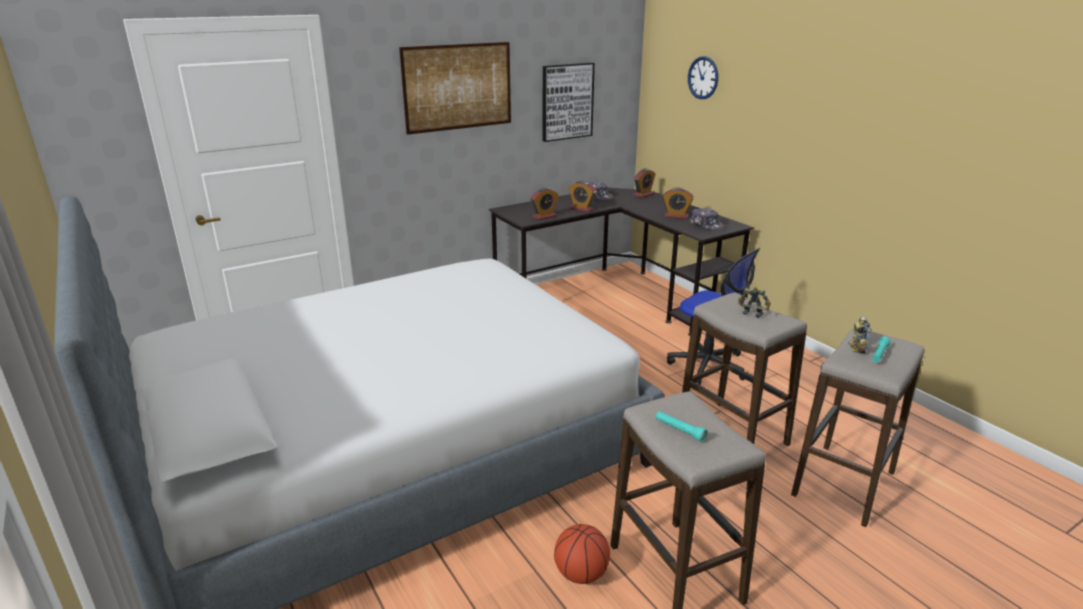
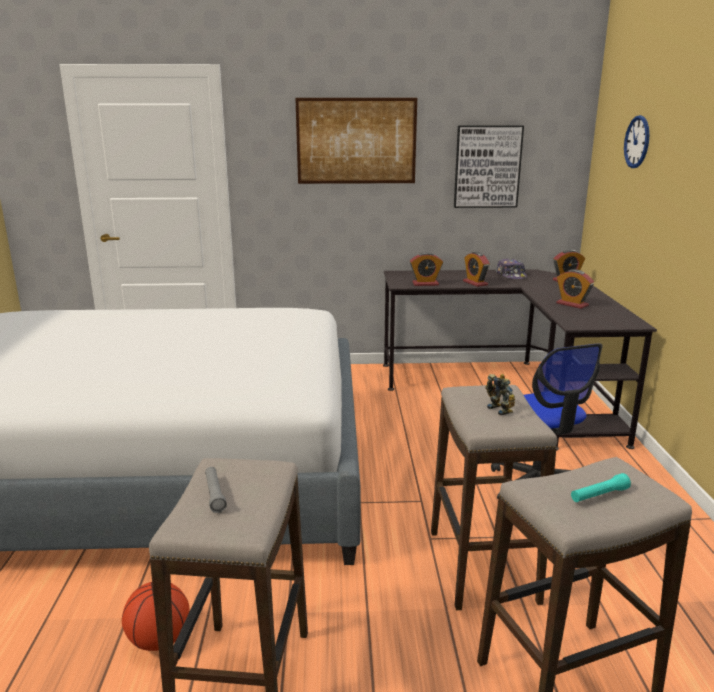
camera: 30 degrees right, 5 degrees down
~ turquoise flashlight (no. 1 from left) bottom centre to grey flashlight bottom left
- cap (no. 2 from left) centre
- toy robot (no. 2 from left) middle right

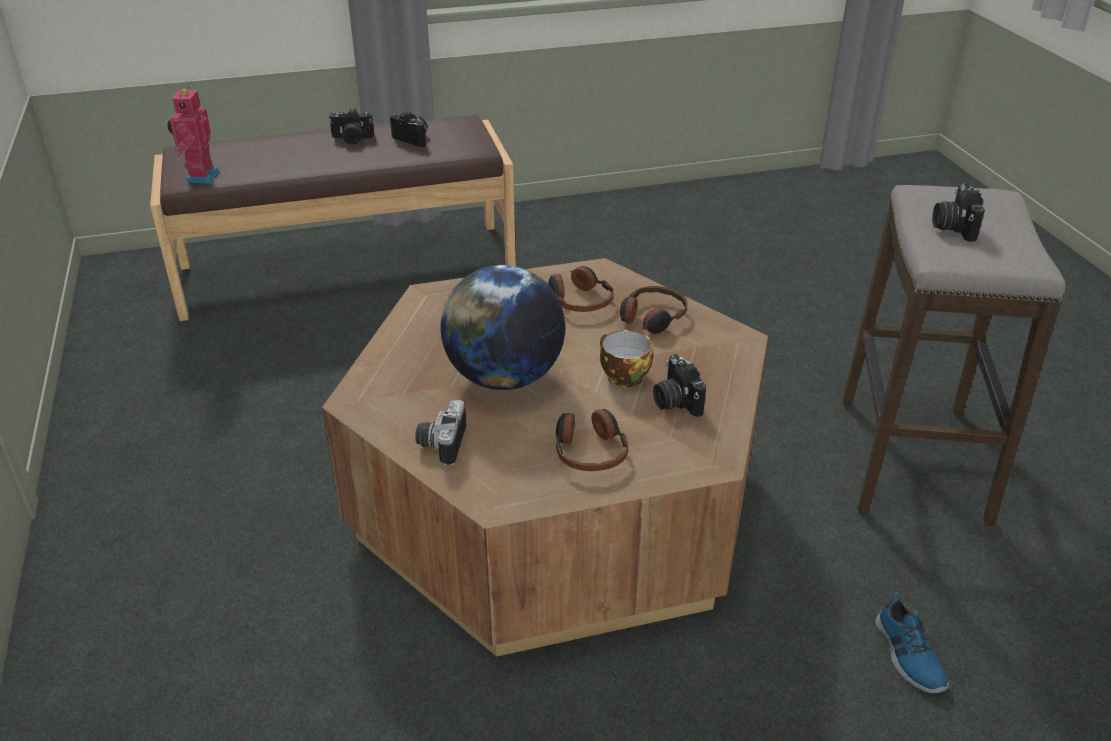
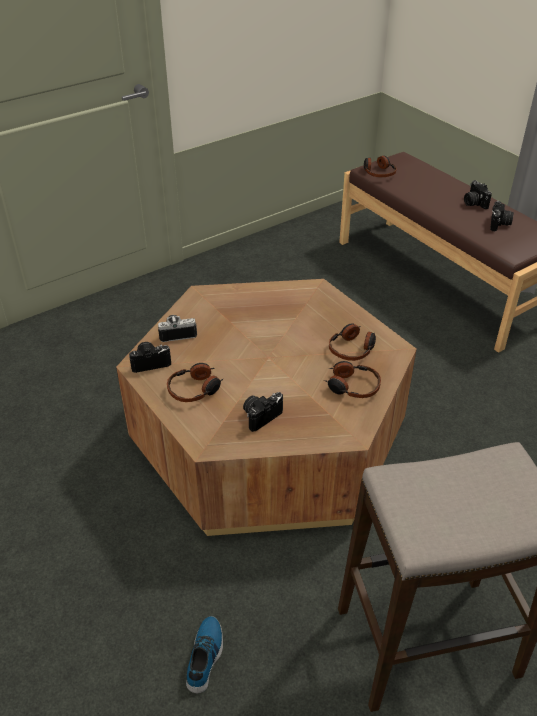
camera: 70 degrees right, 5 degrees up
~ toy robot top left to headphones (no. 4 from left) top right
- globe centre
- cup centre
~ shoe bottom right = bottom centre 135 degrees clockwise
~ photo camera (no. 5 from left in the first image) top right to photo camera (no. 1 from left) middle left

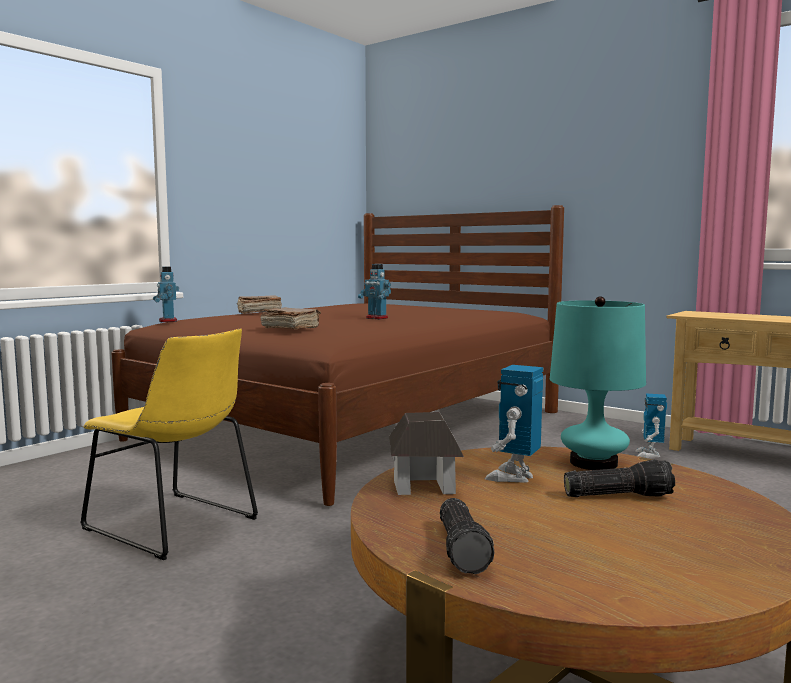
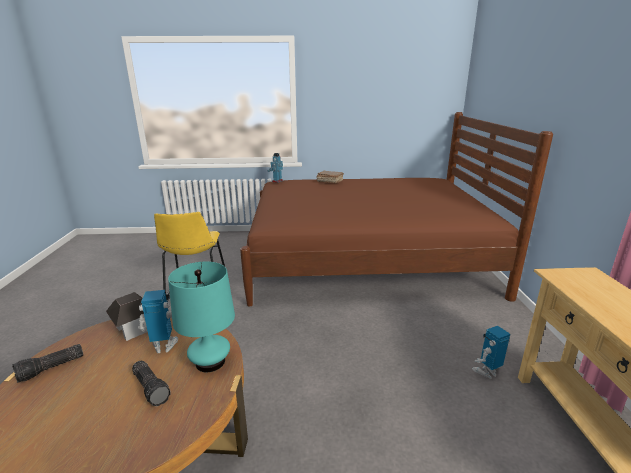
camera: 50 degrees right, 15 degrees up
- brown book (no. 2 from left) centre
- toy robot (no. 2 from left) centre

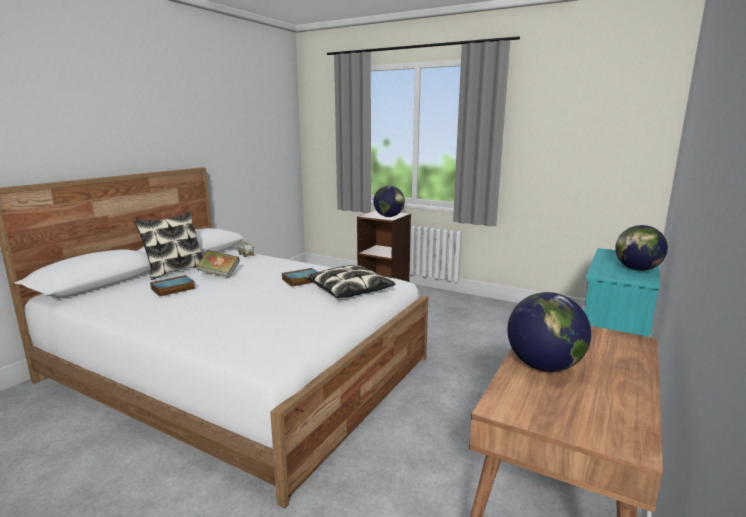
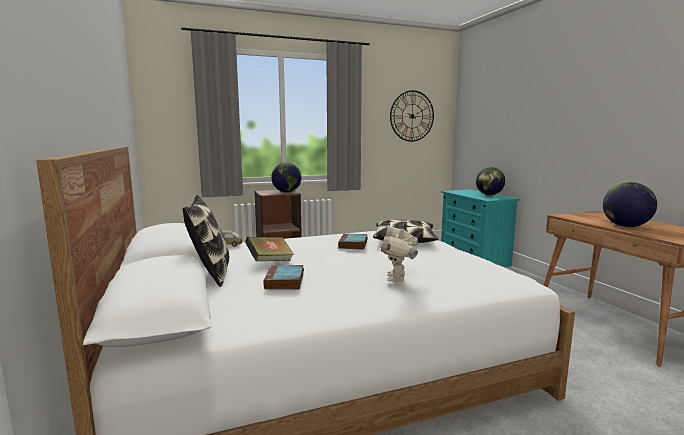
camera: 50 degrees left, 5 degrees down
+ toy robot centre
+ wall clock top centre

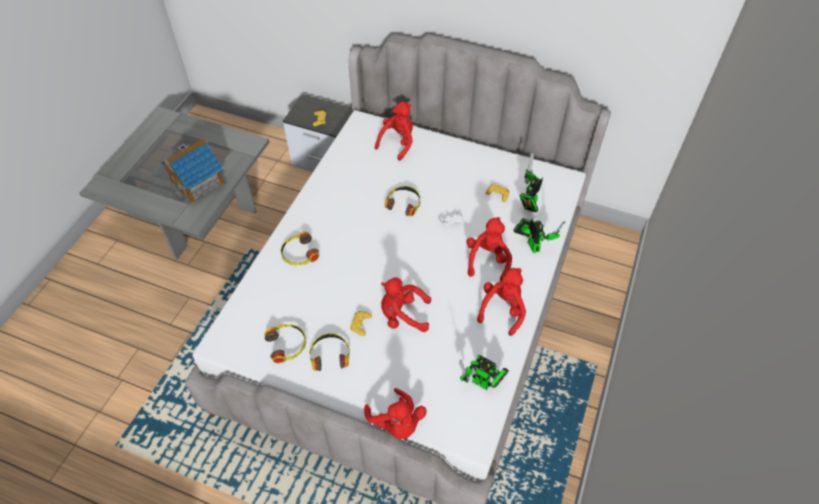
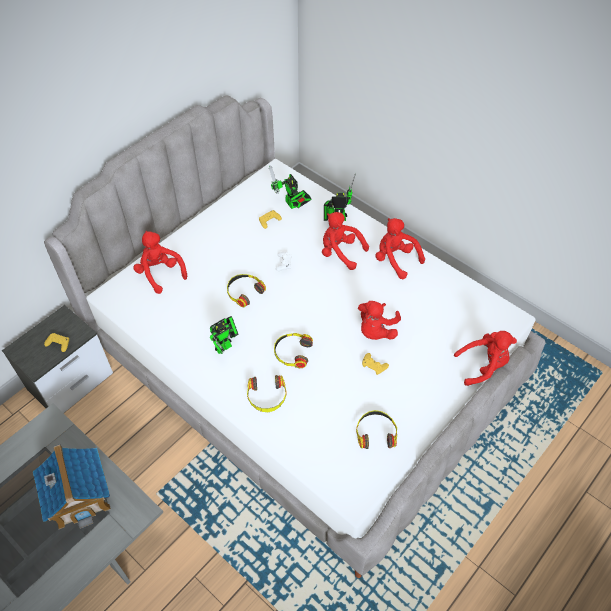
camera: 70 degrees left, 0 degrees up
~ headphones (no. 3 from left) bottom centre to centre
~ toy robot (no. 1 from left) bottom centre to centre

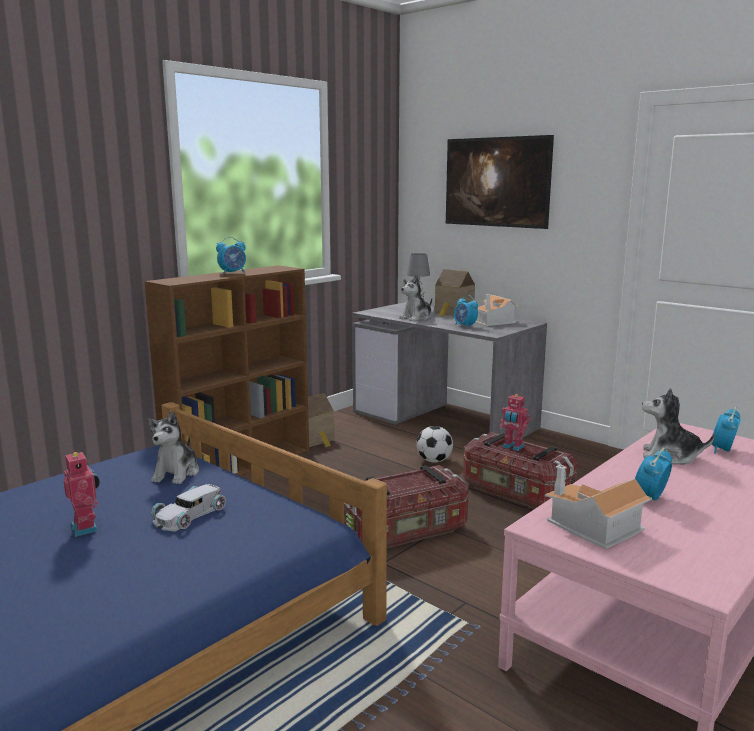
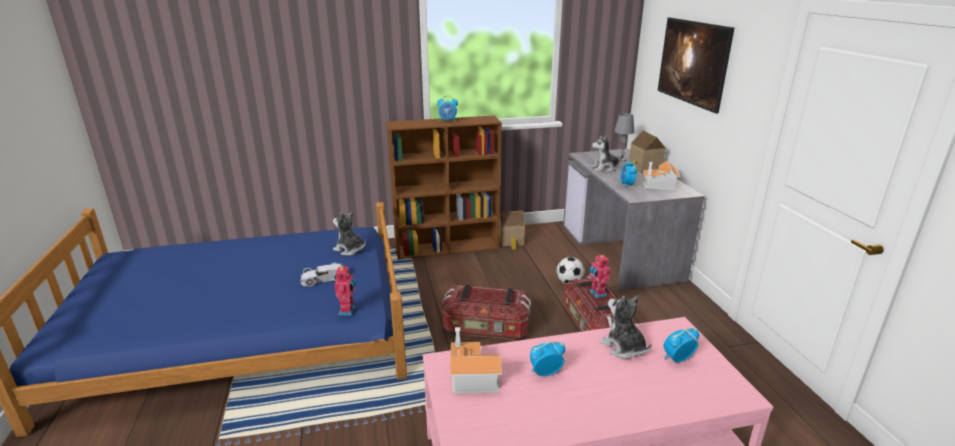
camera: 35 degrees right, 10 degrees up
~ toy robot (no. 1 from left) bottom left to centre
~ plush toy (no. 1 from left) middle left = centre 75 degrees clockwise

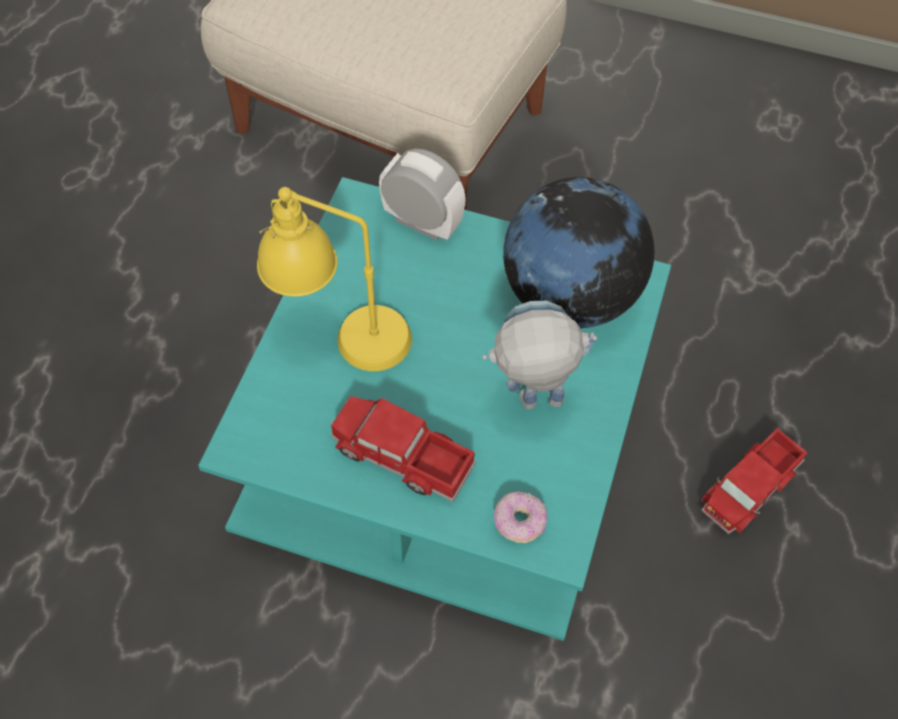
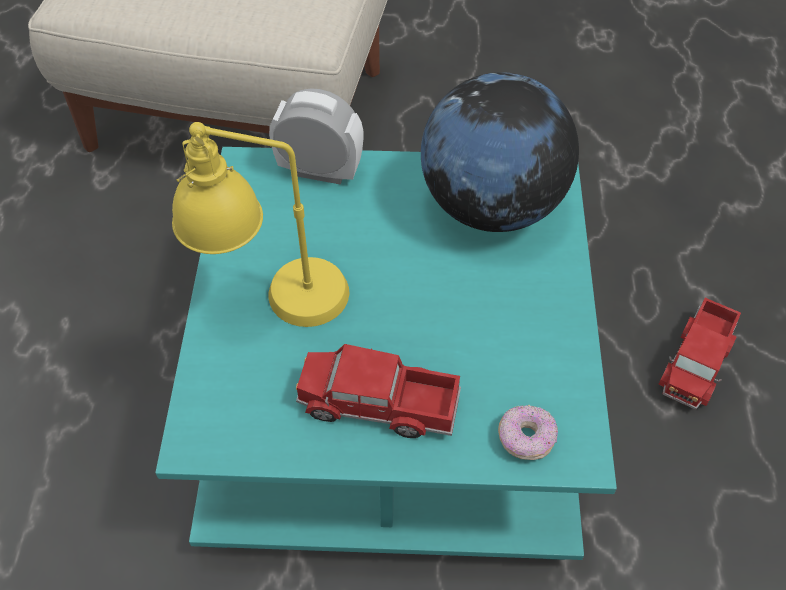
camera: 15 degrees left, 5 degrees down
- toy robot centre

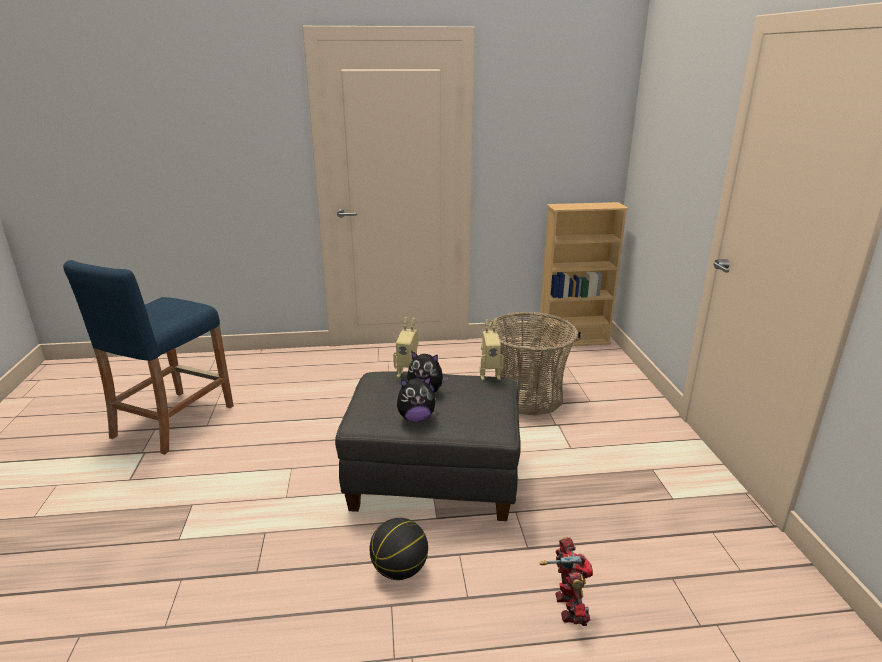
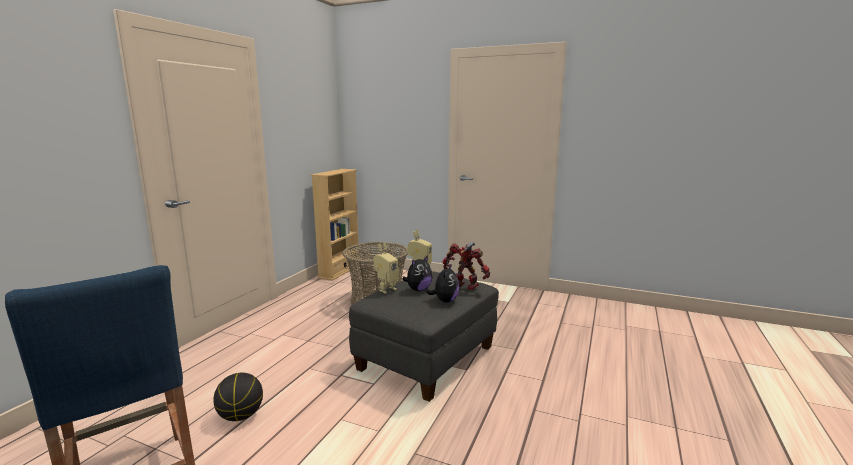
camera: 60 degrees left, 10 degrees down
~ basketball bottom centre to bottom left
~ toy robot (no. 3 from left) bottom centre to centre

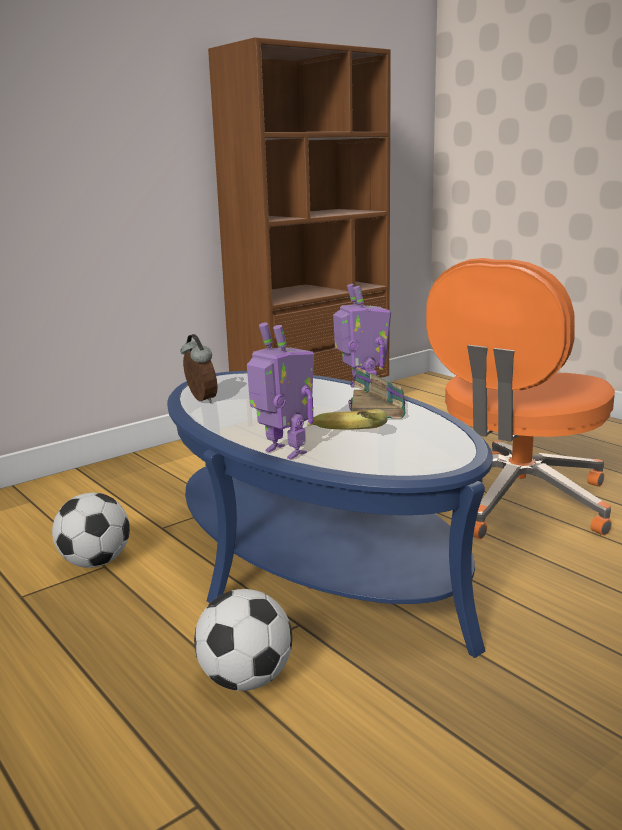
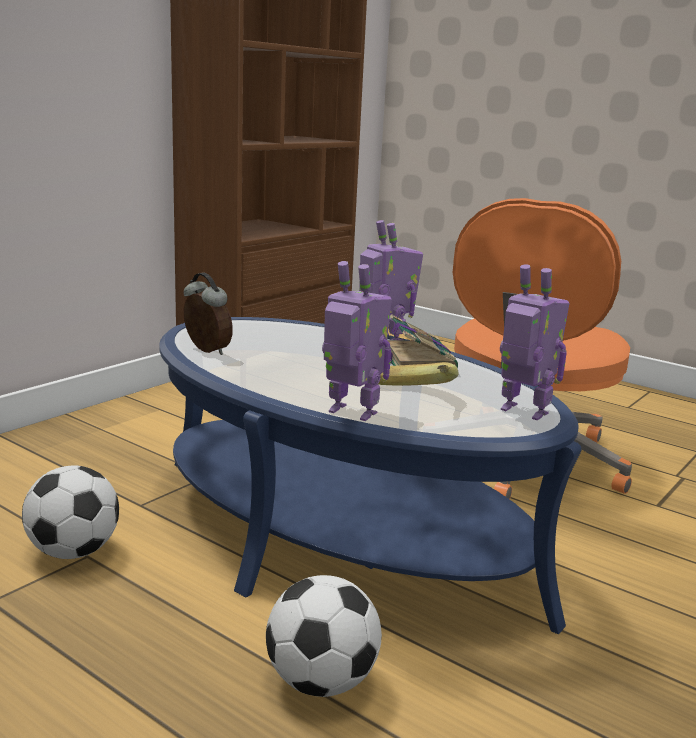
camera: 15 degrees left, 0 degrees up
+ toy robot (no. 3 from left) middle right

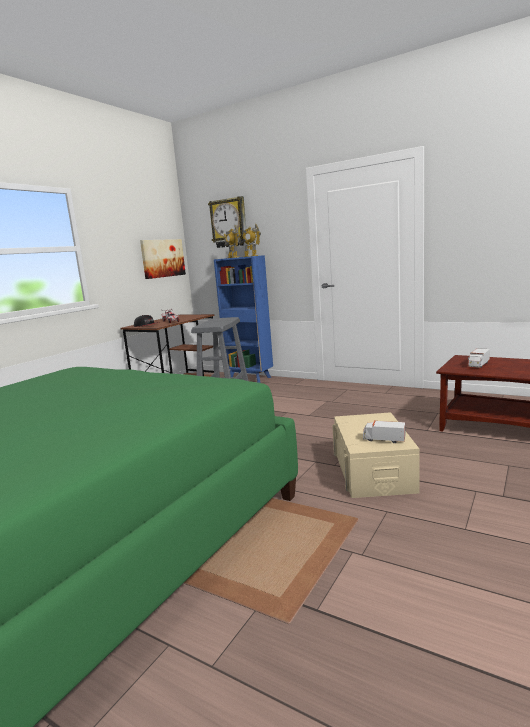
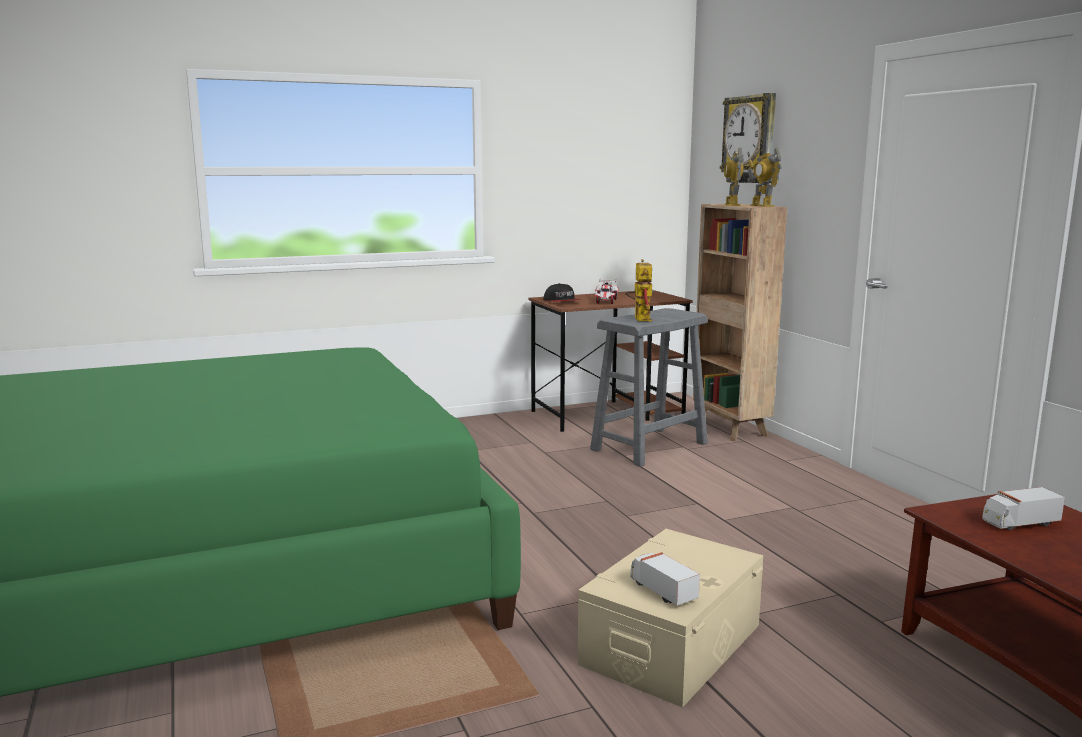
camera: 35 degrees right, 0 degrees up
- picture middle left
~ blue bookcase centre to brown bookcase middle right
+ toy robot (no. 1 from left) centre

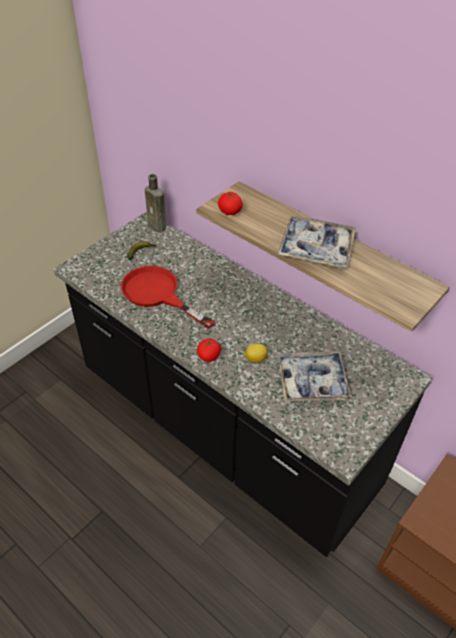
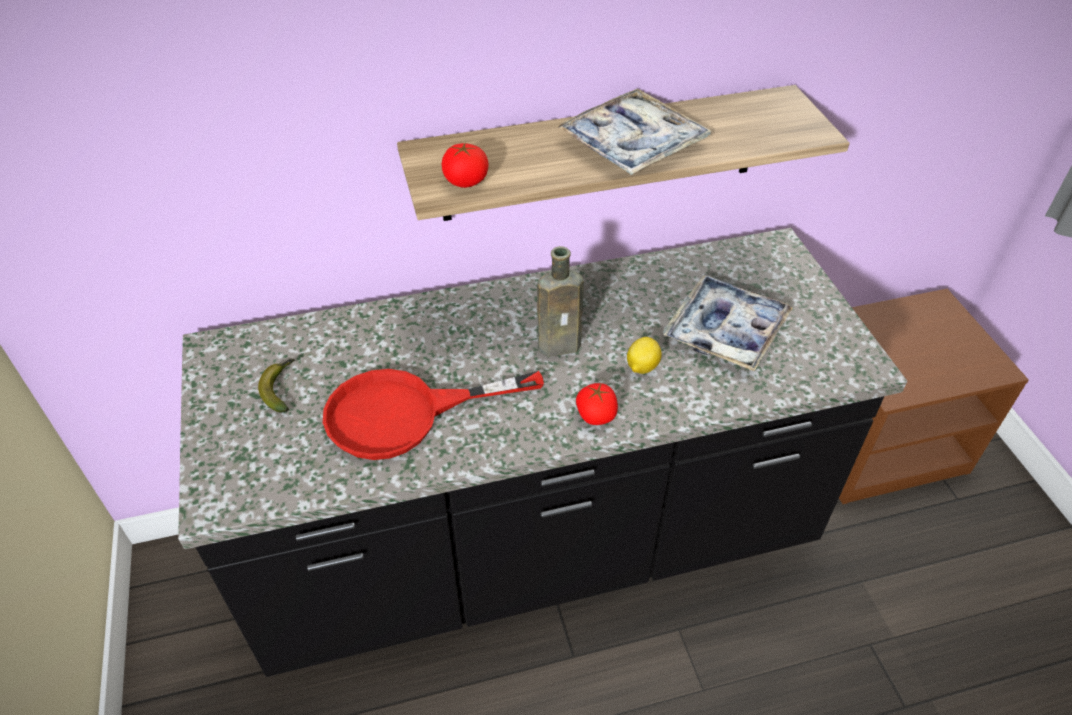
camera: 55 degrees left, 0 degrees up
~ brown bottle top centre to centre

